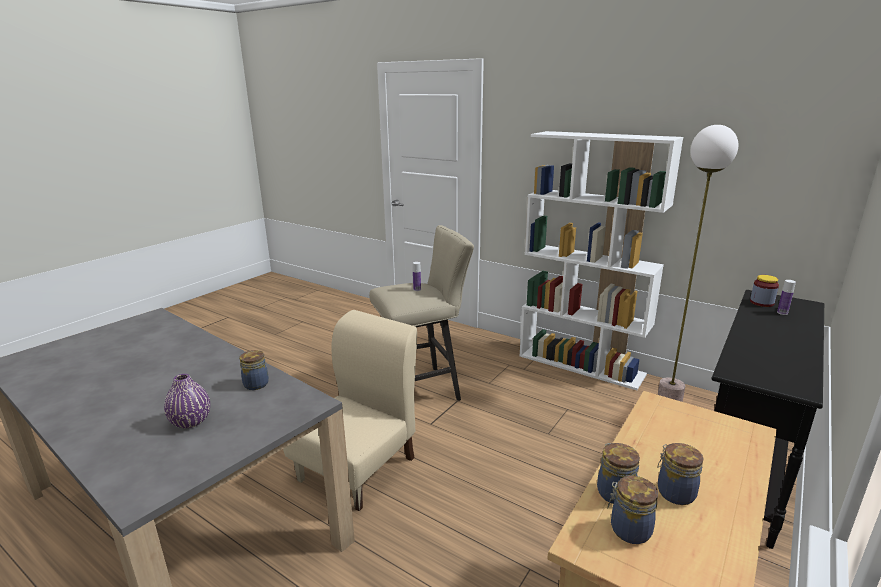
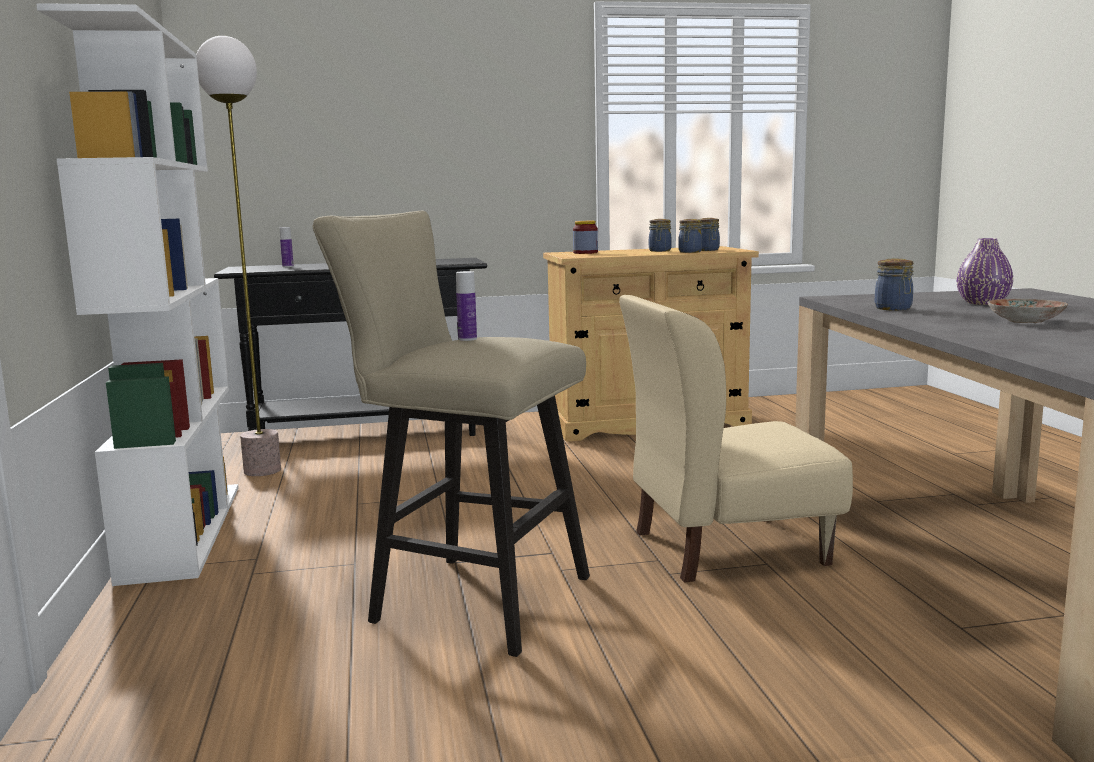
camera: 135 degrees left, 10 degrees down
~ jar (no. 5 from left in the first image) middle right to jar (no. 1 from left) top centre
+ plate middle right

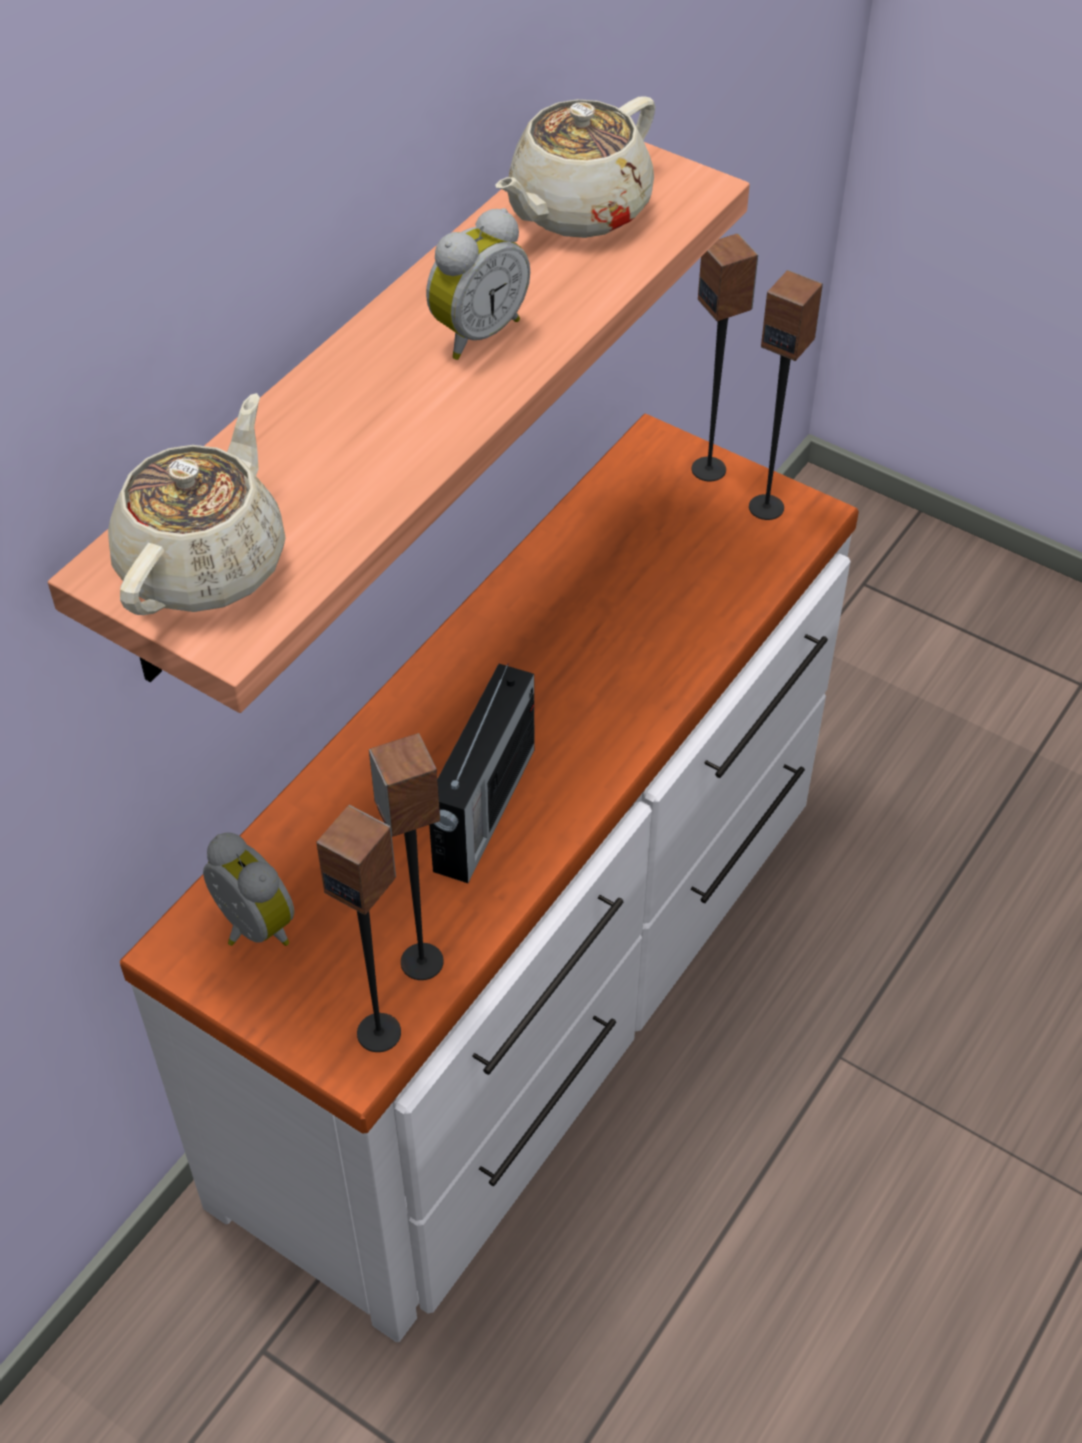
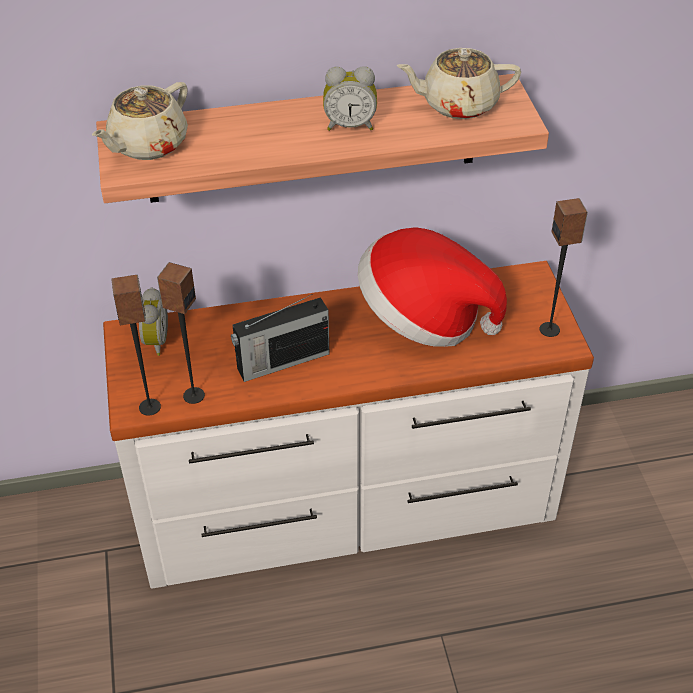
camera: 45 degrees right, 5 degrees down
~ beige teapot (no. 1 from left) middle left = top left 150 degrees clockwise
- speaker (no. 3 from left) top right
+ hat centre

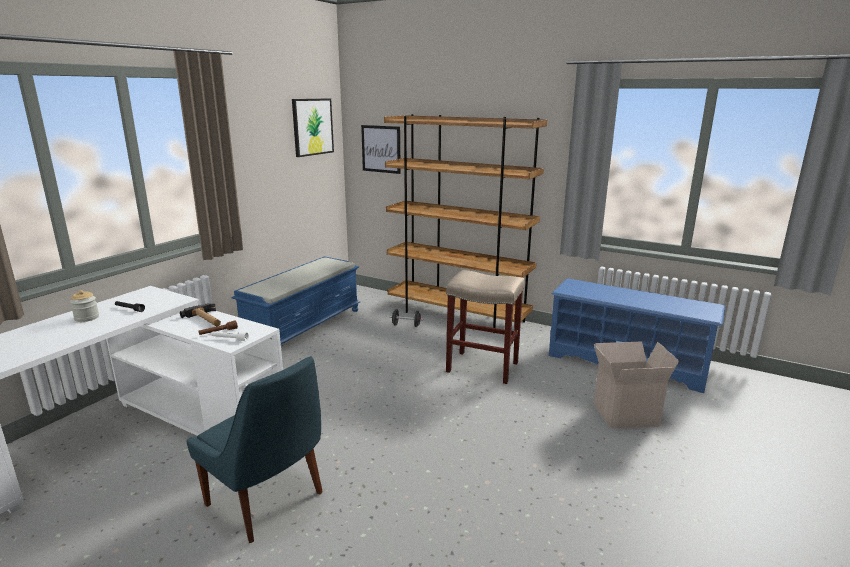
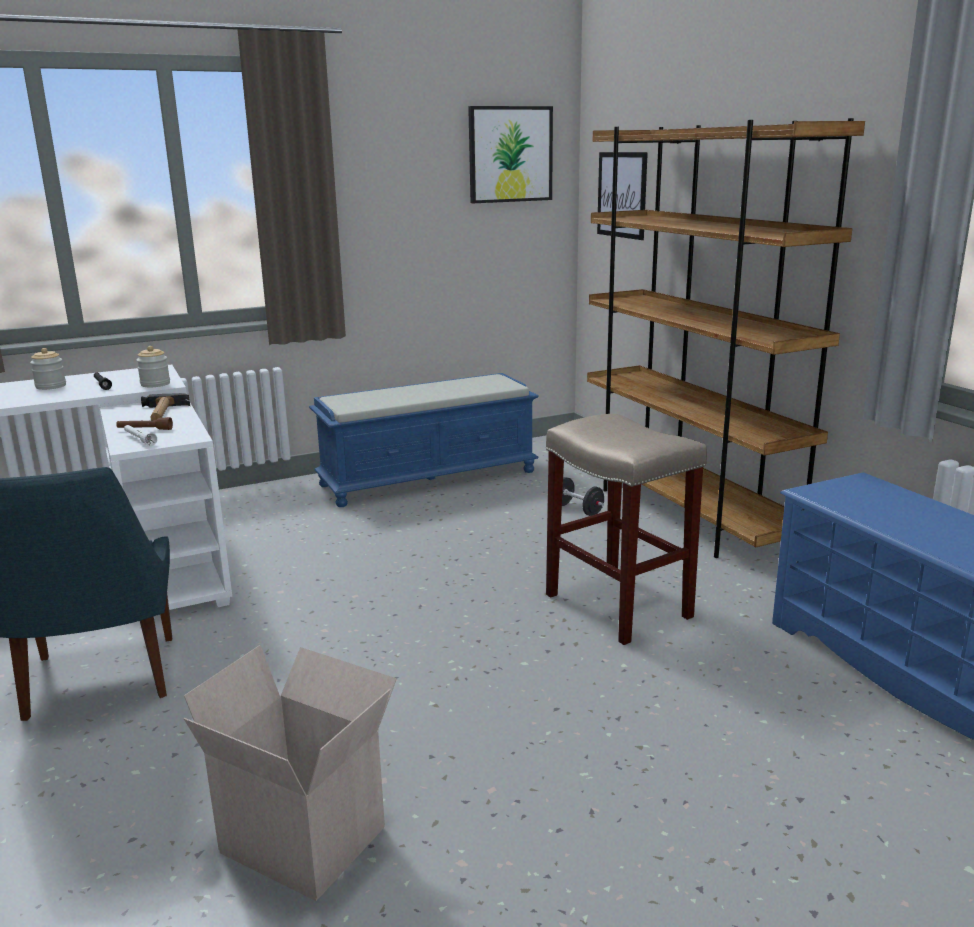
camera: 35 degrees right, 0 degrees up
~ cardboard box bottom right to bottom left
+ jar (no. 2 from left) middle left

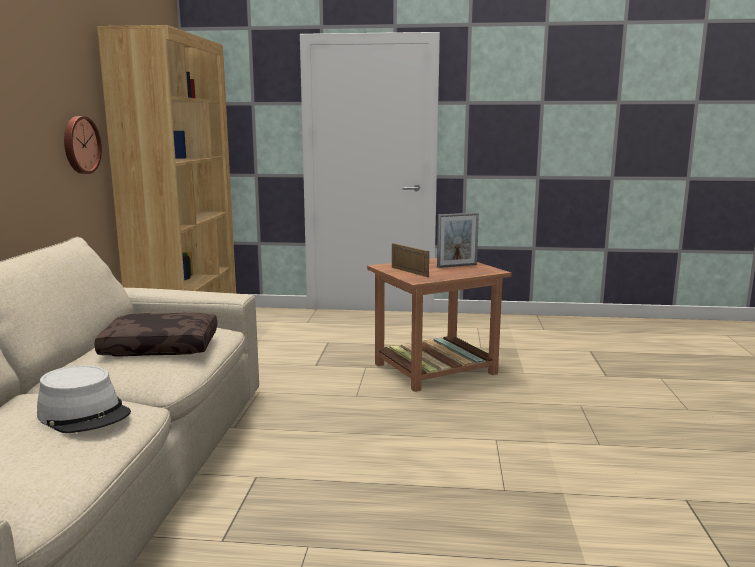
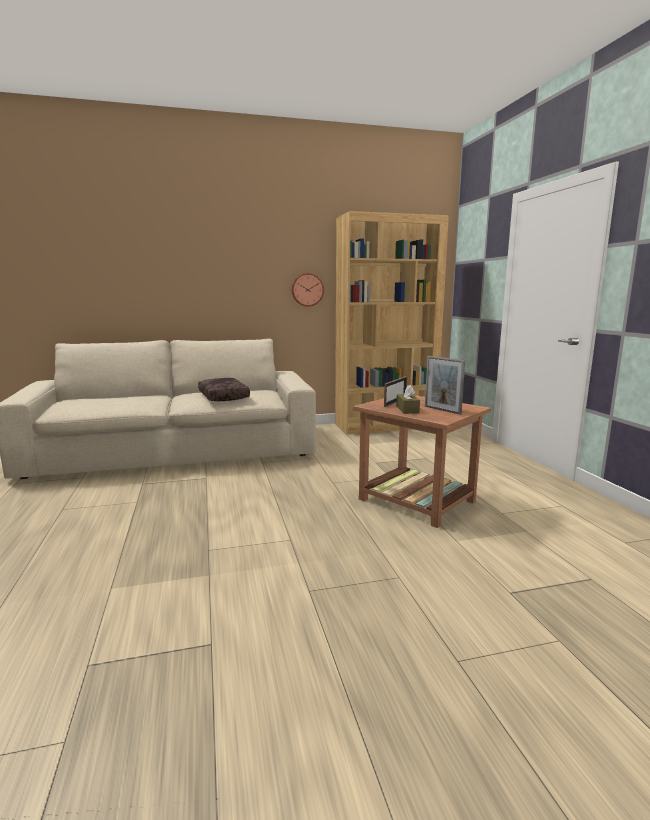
camera: 70 degrees right, 0 degrees up
- grey hat bottom left
+ brown tissue box centre

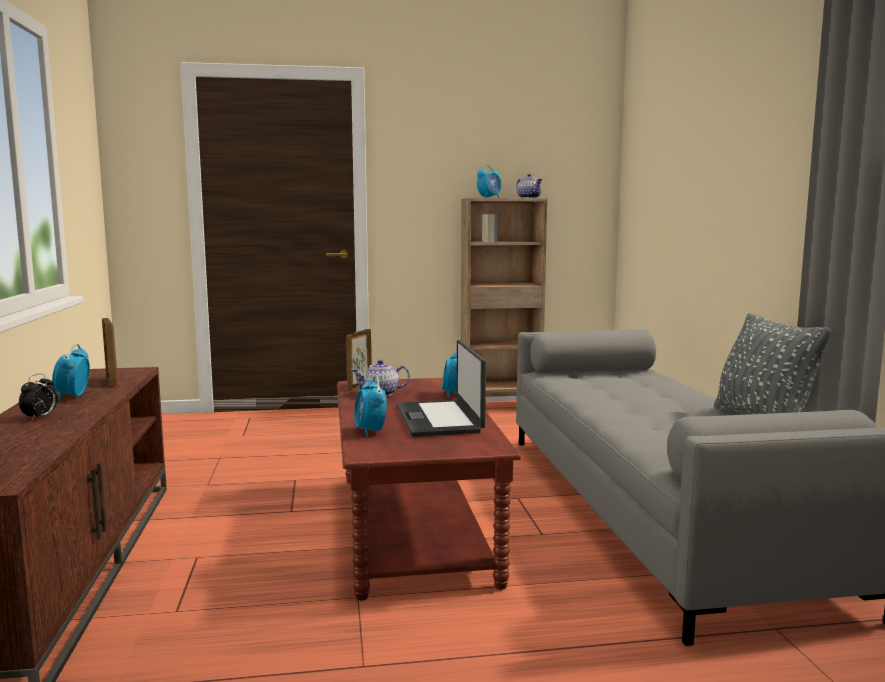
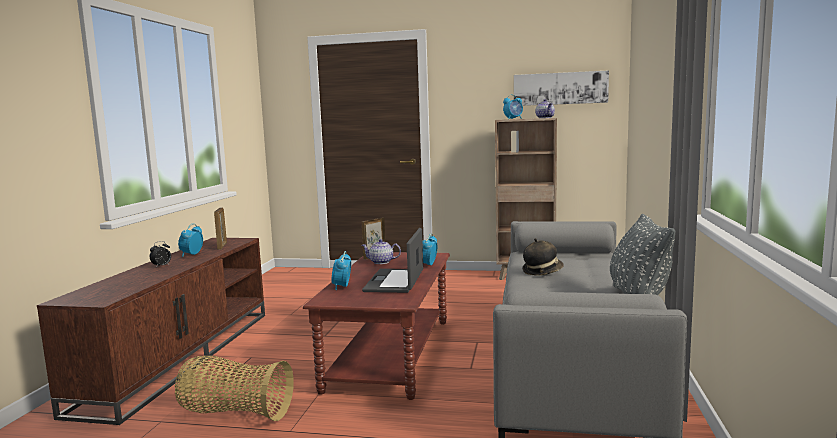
camera: 20 degrees right, 0 degrees up
+ basket bottom left
+ picture top right
+ hat centre

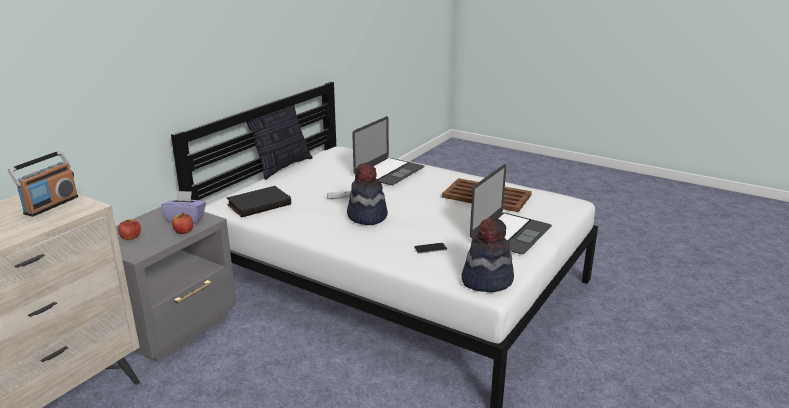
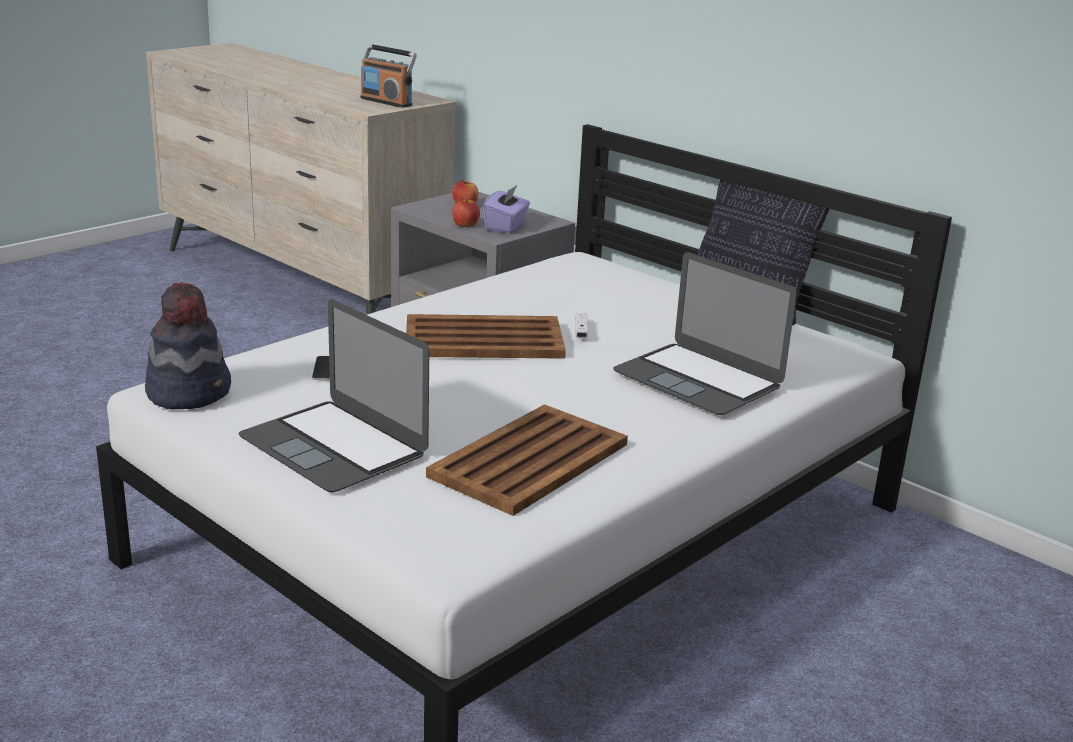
camera: 100 degrees right, 0 degrees up
- black book middle left
~ hat (no. 1 from left) centre to brown tray (no. 1 from left) centre

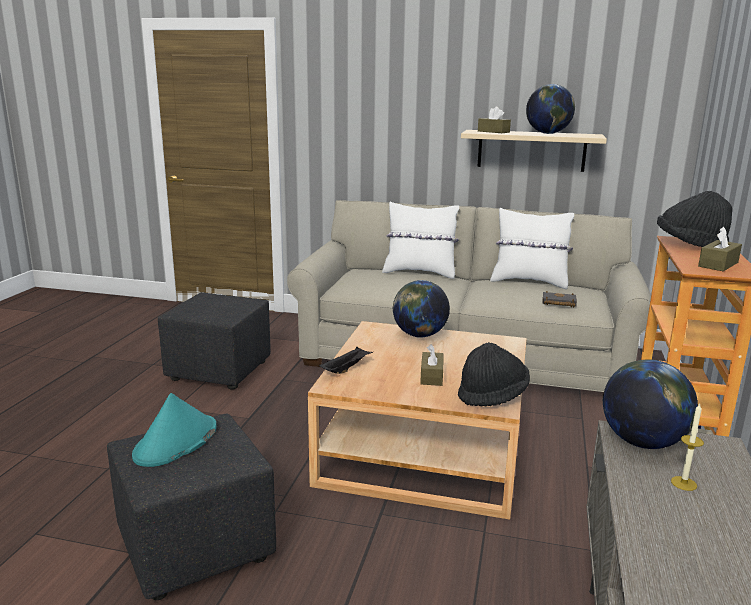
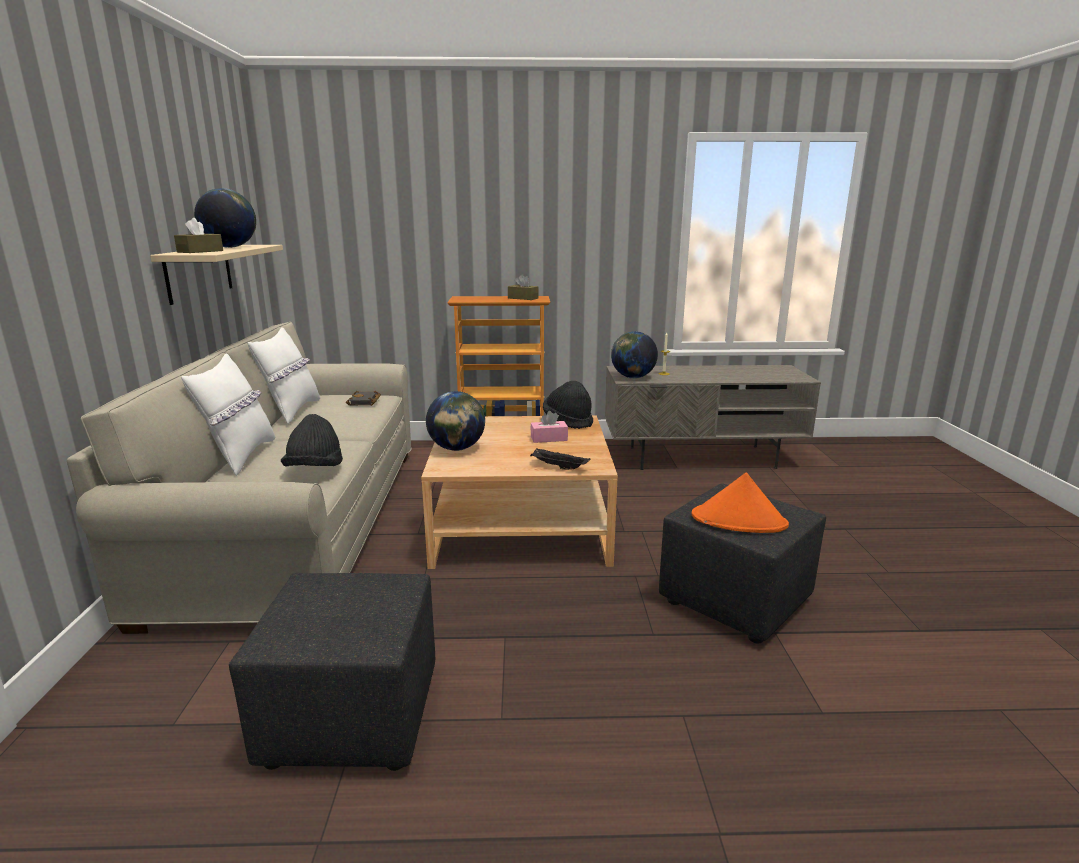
camera: 105 degrees left, 0 degrees up
~ turquoise hat bottom left to orange hat middle right
~ brown tissue box (no. 1 from left) centre to pink tissue box centre
~ black hat (no. 2 from left in the first image) middle right to black hat (no. 1 from left) middle left

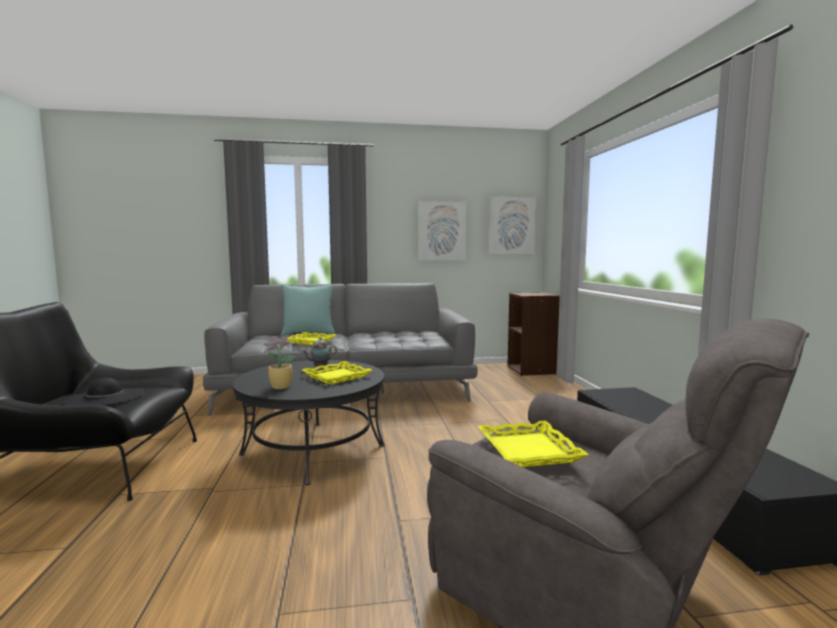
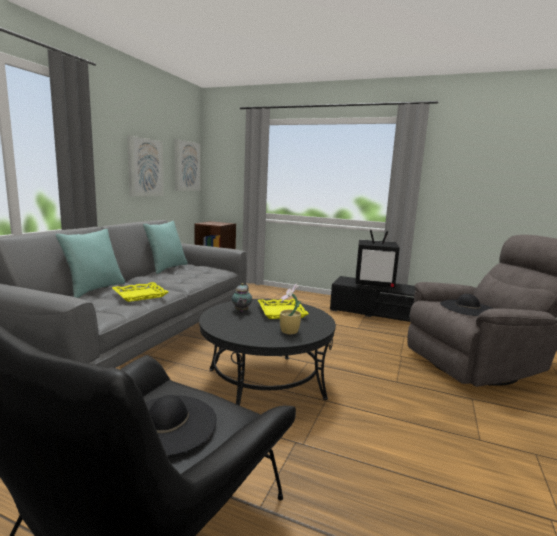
camera: 60 degrees left, 5 degrees up
~ yellow tray (no. 3 from left) bottom centre to black hat (no. 2 from left) middle right
+ turquoise pillow (no. 2 from left) middle left
+ television middle right

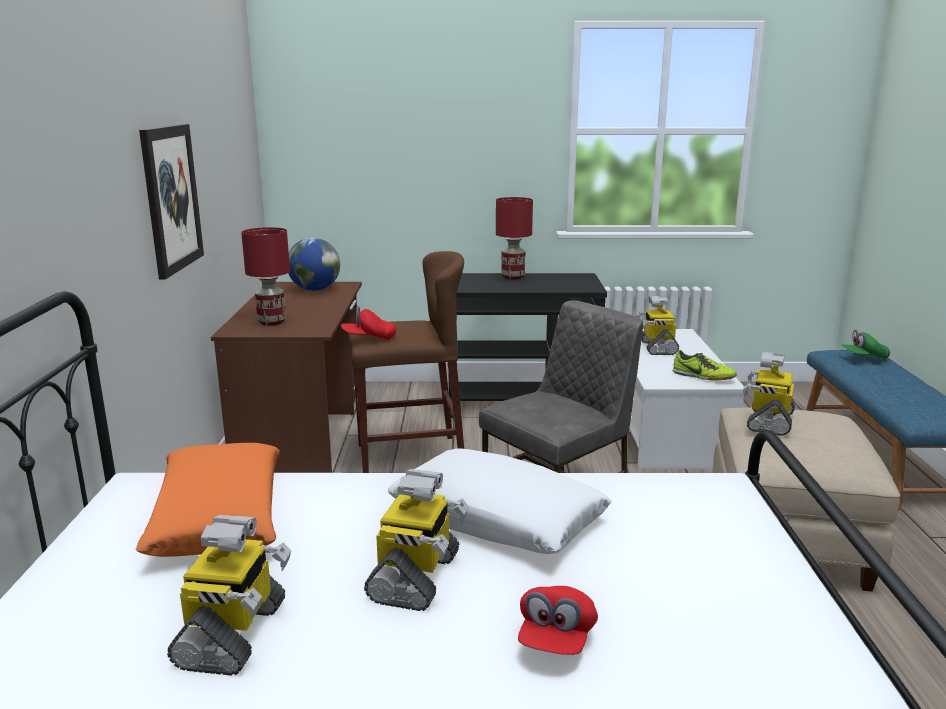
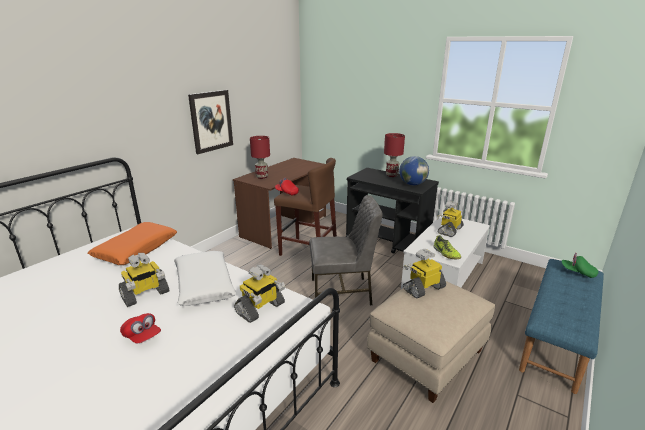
camera: 35 degrees right, 5 degrees up
~ toy robot (no. 1 from left in the first image) bottom left to toy robot (no. 2 from left) bottom centre
~ globe middle left to centre
~ red cap (no. 2 from left in the first image) bottom centre = bottom left 105 degrees counterclockwise

